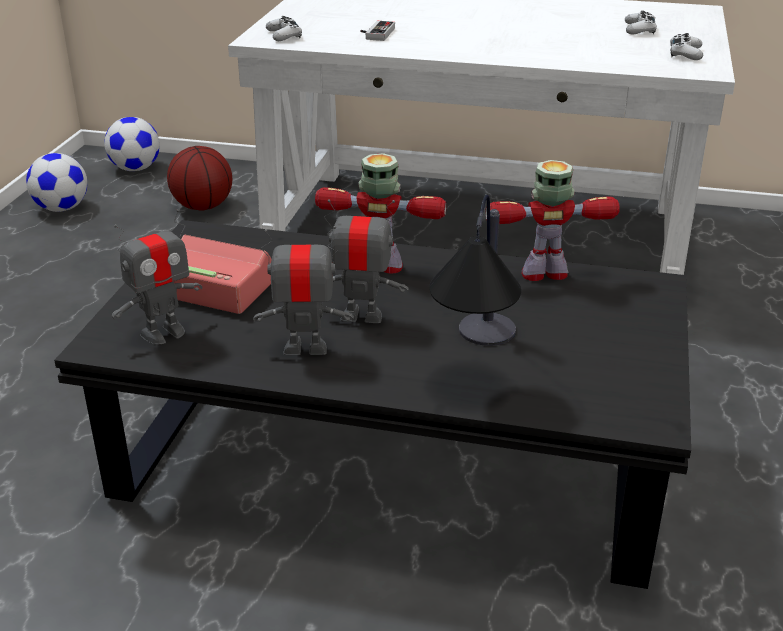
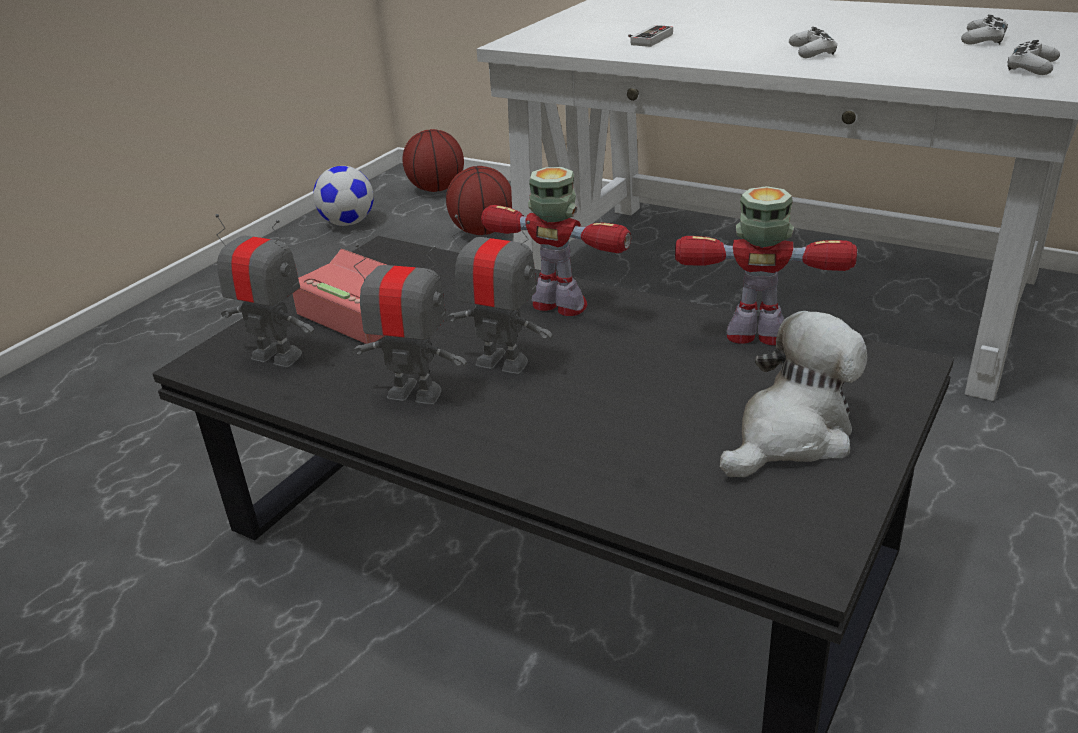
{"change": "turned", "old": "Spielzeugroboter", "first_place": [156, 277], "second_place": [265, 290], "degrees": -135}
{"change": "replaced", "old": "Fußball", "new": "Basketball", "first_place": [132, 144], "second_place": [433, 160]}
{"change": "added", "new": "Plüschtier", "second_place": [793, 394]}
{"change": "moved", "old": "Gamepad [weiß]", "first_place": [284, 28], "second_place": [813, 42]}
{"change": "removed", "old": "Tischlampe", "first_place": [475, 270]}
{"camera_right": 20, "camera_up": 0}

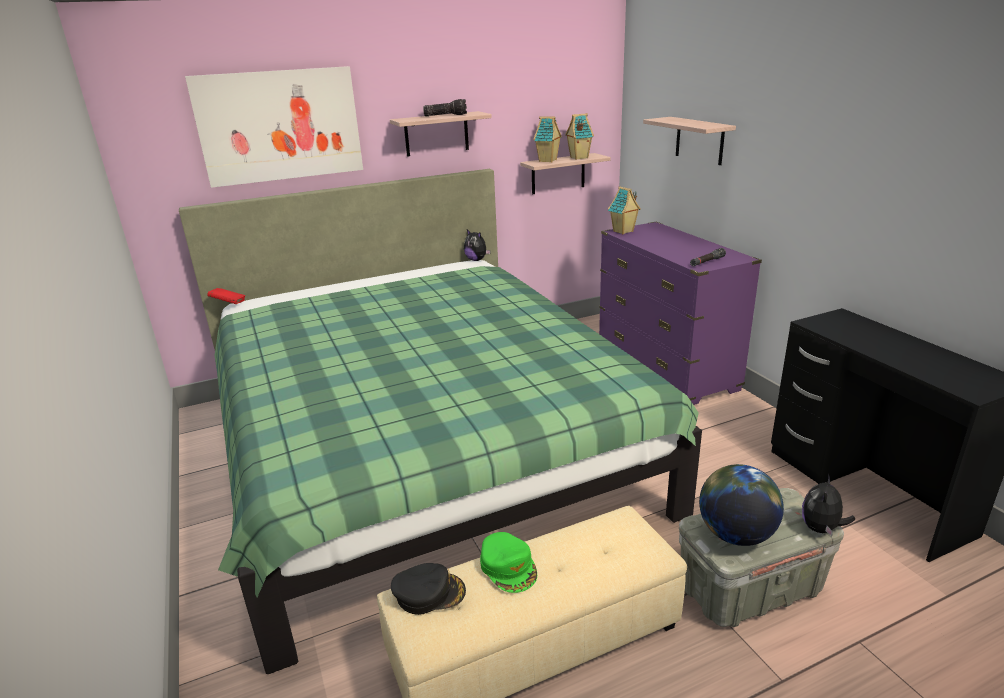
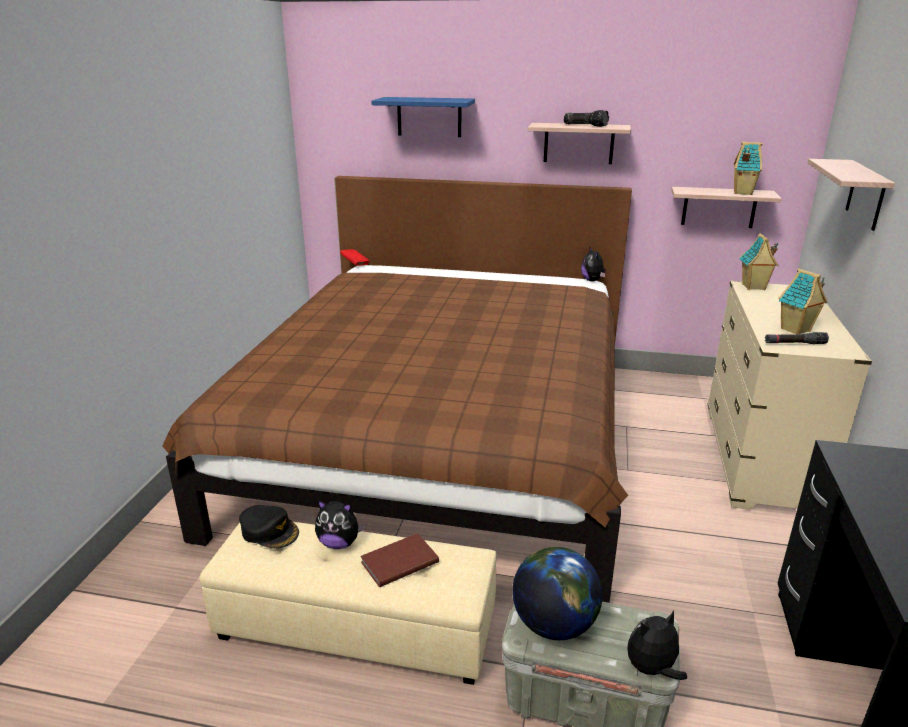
{"change": "recoloured", "old": "Bett [grün]", "new": "Bett [braun]", "first_place": [440, 421], "second_place": [397, 389]}
{"change": "replaced", "old": "Kappe [grün]", "new": "Plüschtier", "first_place": [508, 562], "second_place": [340, 524]}
{"change": "added", "new": "Buch [braun]", "second_place": [399, 560]}
{"change": "replaced", "old": "Bild", "new": "Wandregal [blau]", "first_place": [274, 127], "second_place": [423, 117]}
{"change": "recoloured", "old": "Kommode [lila]", "new": "Kommode [beige]", "first_place": [680, 313], "second_place": [789, 395]}
{"change": "moved", "old": "Spielzeughaus", "first_place": [547, 139], "second_place": [803, 301]}
{"camera_right": 35, "camera_up": 0}

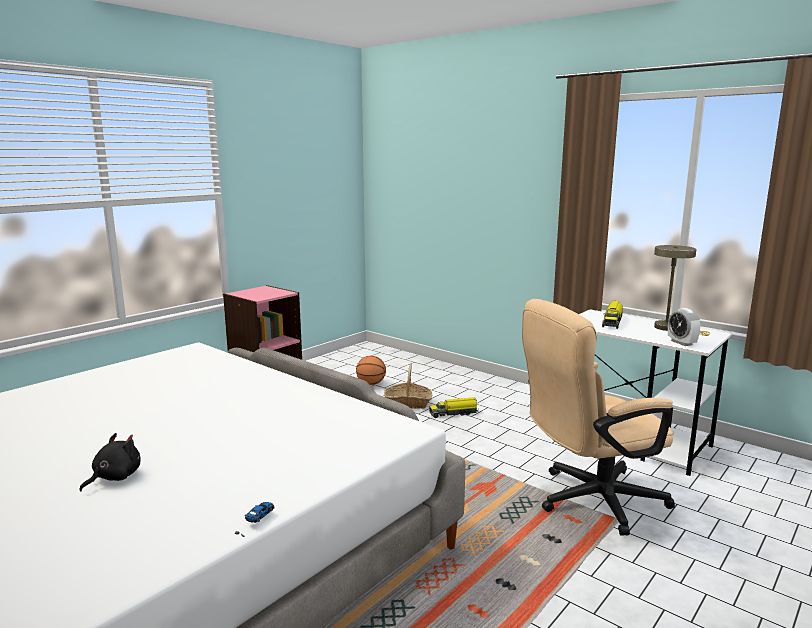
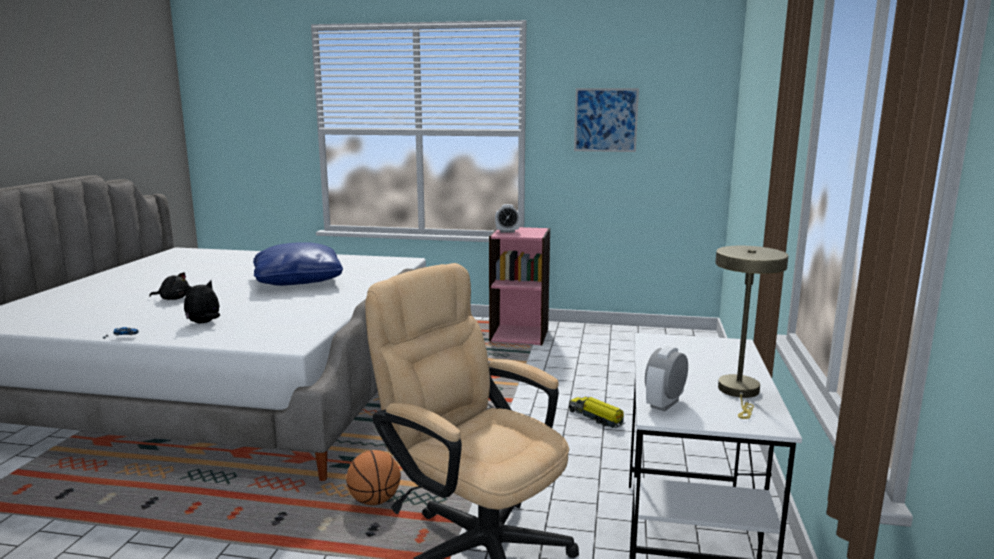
{"change": "added", "new": "Plüschtier", "second_place": [202, 301]}
{"change": "added", "new": "Kissen [blau]", "second_place": [298, 264]}
{"change": "moved", "old": "Basketball", "first_place": [371, 370], "second_place": [373, 477]}
{"change": "added", "new": "Wecker", "second_place": [507, 218]}
{"change": "added", "new": "Bild", "second_place": [606, 120]}
{"change": "removed", "old": "Korb", "first_place": [408, 386]}
{"change": "removed", "old": "Spielzeuglaster", "first_place": [612, 315]}
{"camera_right": 60, "camera_up": 0}

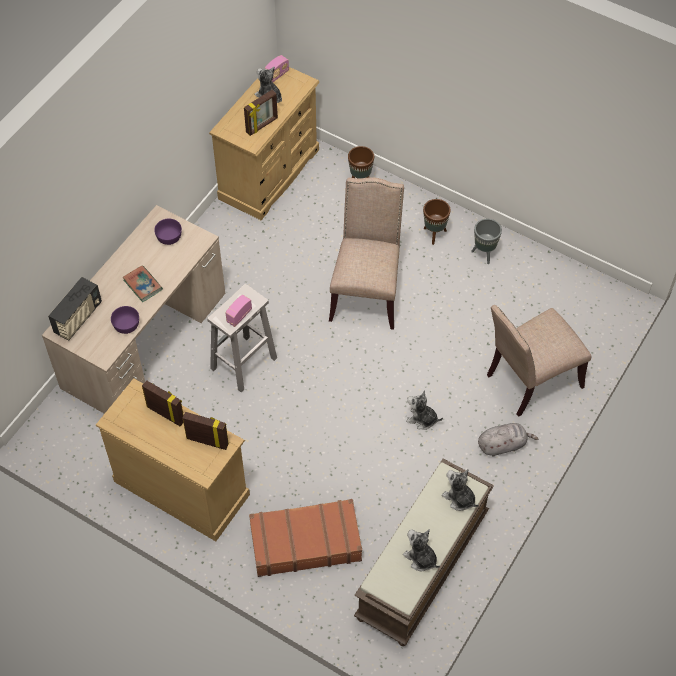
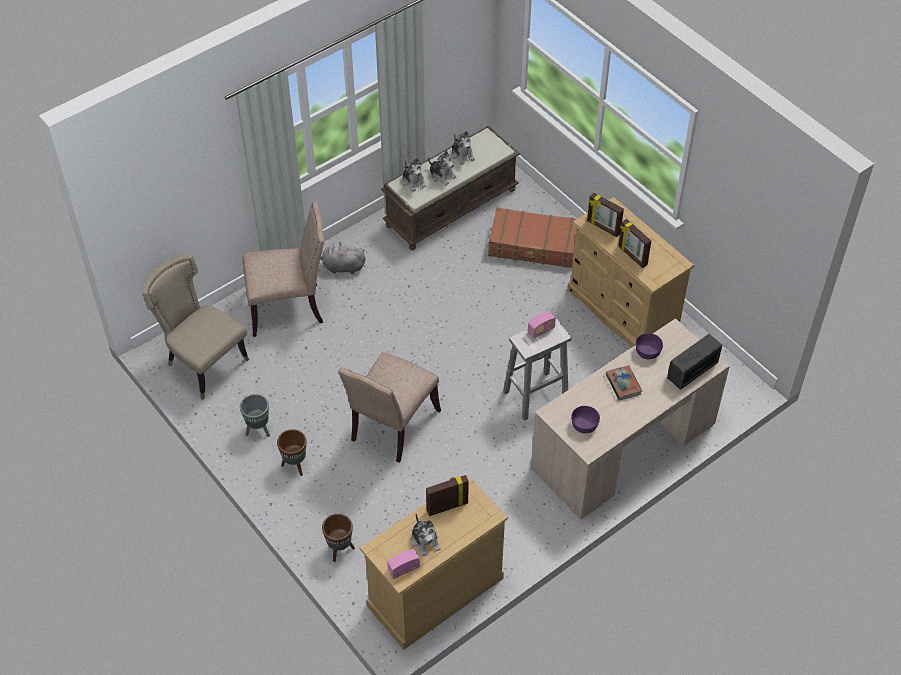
{"change": "added", "new": "Stuhl [beige]", "second_place": [195, 327]}
{"change": "moved", "old": "Plüschtier", "first_place": [424, 410], "second_place": [442, 168]}
{"camera_right": -160, "camera_up": -5}

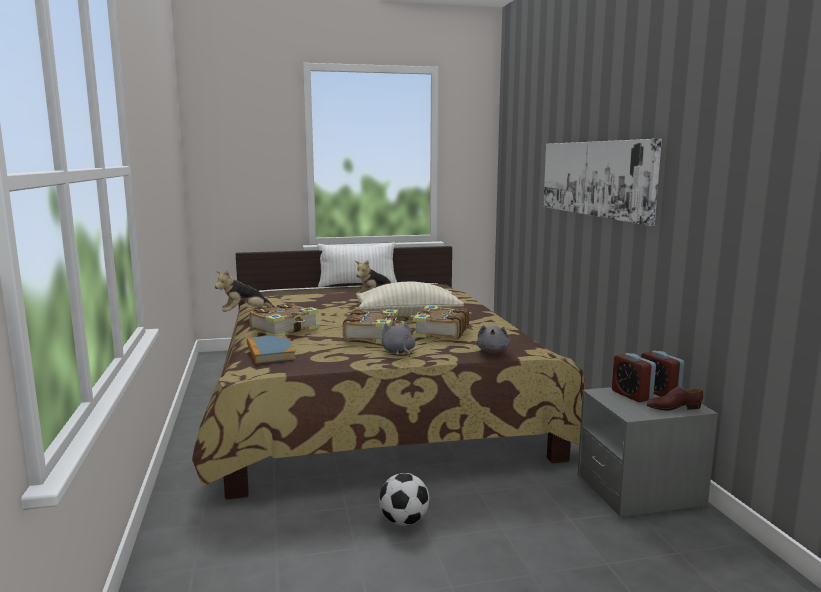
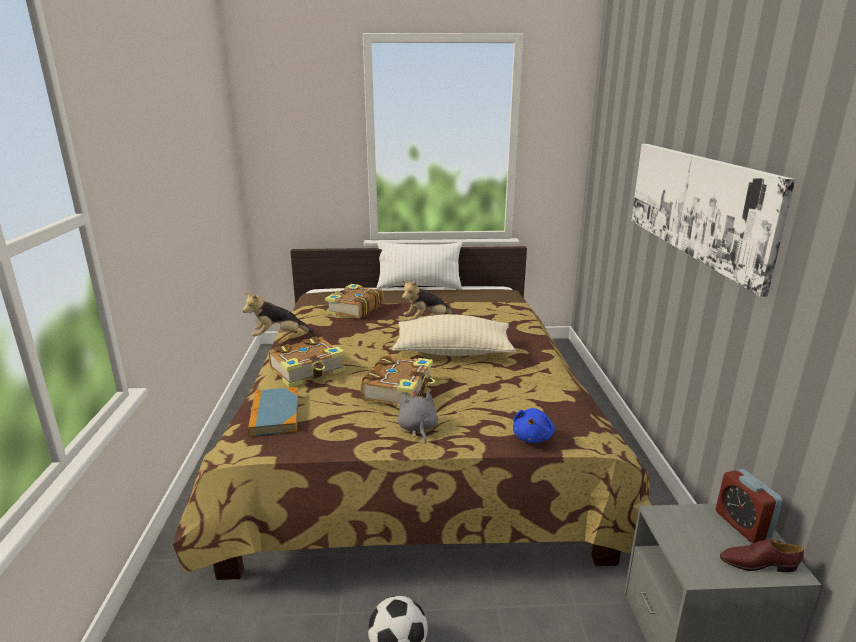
{"change": "moved", "old": "Buch", "first_place": [439, 322], "second_place": [354, 301]}
{"change": "recoloured", "old": "Plüschtier [grau]", "new": "Plüschtier [blau]", "first_place": [494, 339], "second_place": [534, 425]}
{"change": "removed", "old": "Wecker", "first_place": [634, 377]}
{"camera_right": 10, "camera_up": 10}

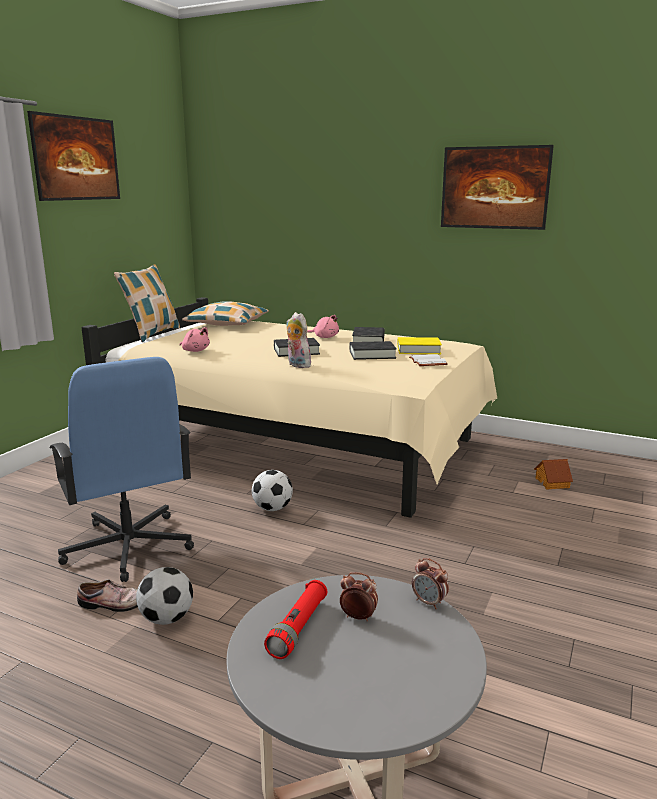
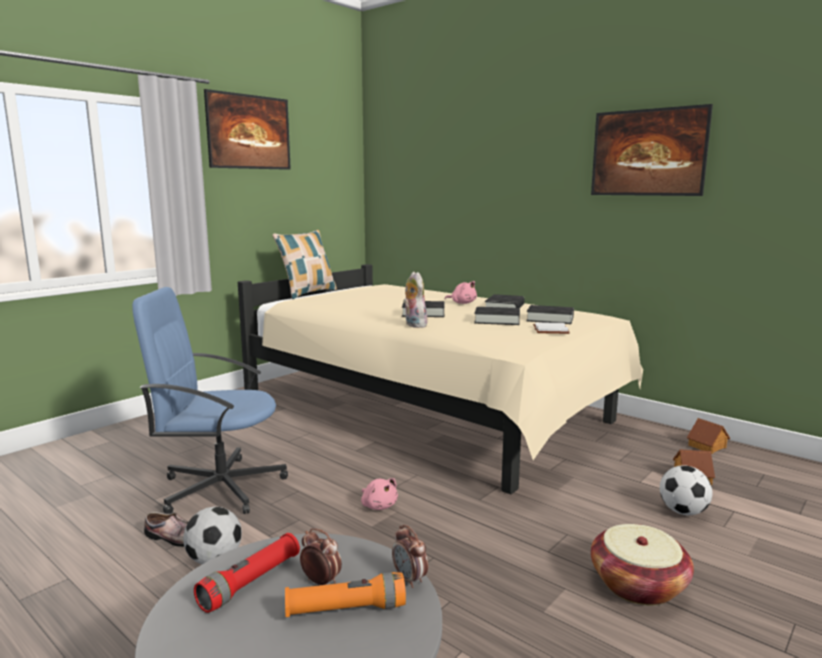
{"change": "turned", "old": "Bürostuhl [blau]", "first_place": [121, 469], "second_place": [210, 400], "degrees": 105}
{"change": "added", "new": "Taschenlampe [orange]", "second_place": [345, 594]}
{"change": "moved", "old": "Plüschtier [rosa]", "first_place": [195, 339], "second_place": [379, 494]}
{"change": "recoloured", "old": "Buch [gelb]", "new": "Buch [schwarz]", "first_place": [419, 345], "second_place": [550, 314]}
{"change": "added", "new": "Korb", "second_place": [642, 565]}
{"change": "moved", "old": "Fußball", "first_place": [272, 490], "second_place": [686, 490]}
{"change": "added", "new": "Spielzeughaus", "second_place": [708, 436]}
{"change": "removed", "old": "Kissen", "first_place": [225, 313]}
{"camera_right": 15, "camera_up": -5}

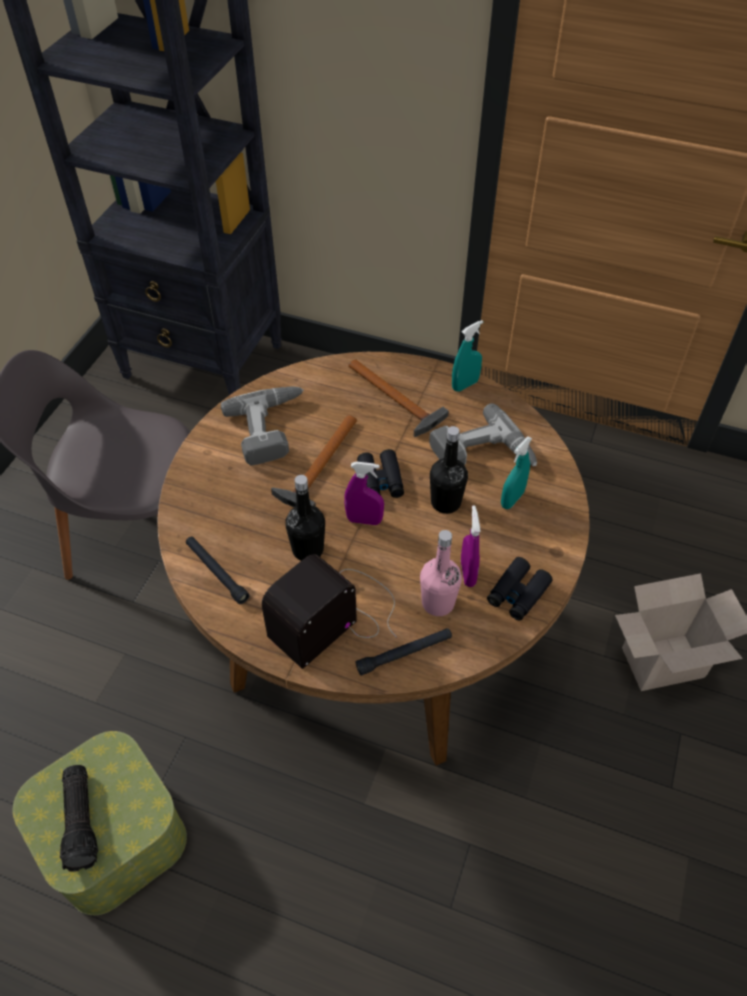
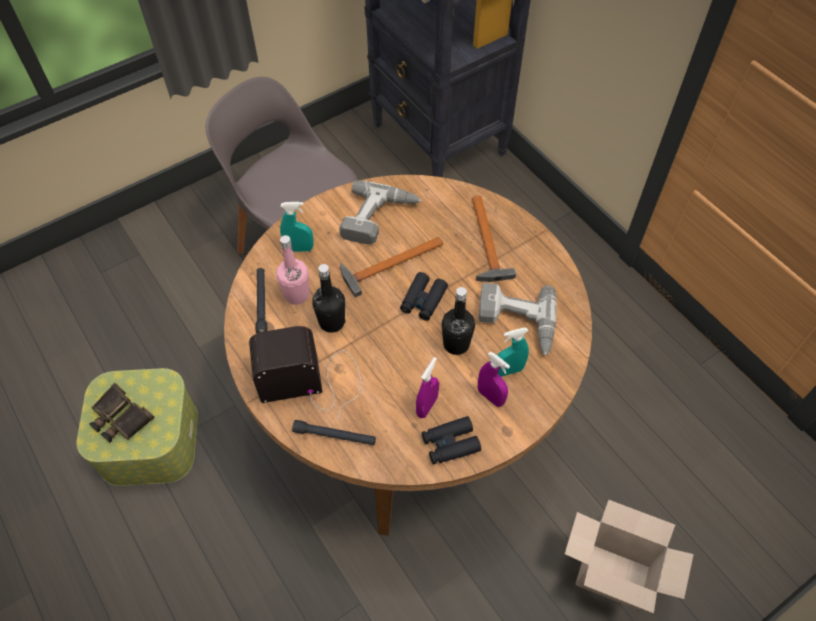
{"change": "replaced", "old": "Taschenlampe", "new": "Fernglas", "first_place": [79, 818], "second_place": [122, 412]}
{"change": "moved", "old": "Flasche [rosa]", "first_place": [441, 573], "second_place": [293, 270]}
{"change": "moved", "old": "Sprühflasche [türkis]", "first_place": [467, 356], "second_place": [297, 227]}
{"change": "moved", "old": "Sprühflasche [lila]", "first_place": [364, 493], "second_place": [494, 379]}
{"camera_right": 35, "camera_up": 5}

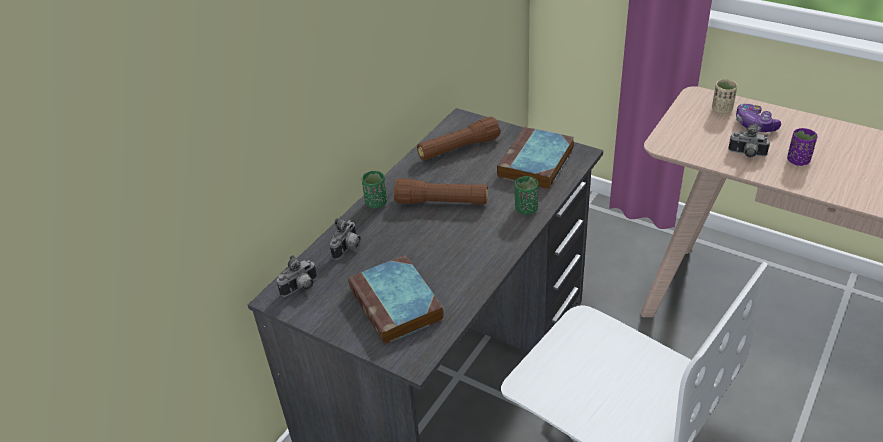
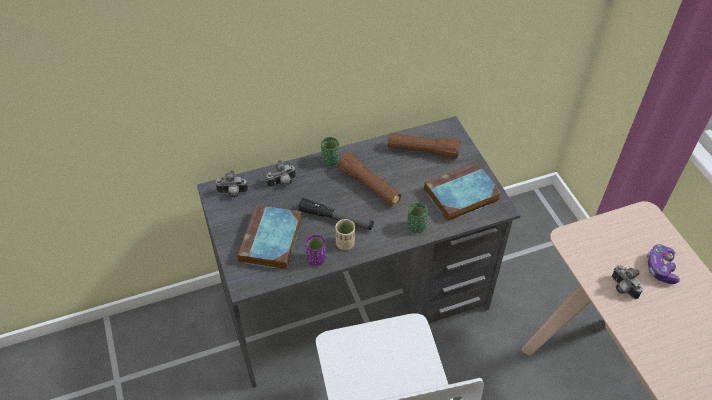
{"change": "added", "new": "Taschenlampe", "second_place": [336, 214]}
{"change": "moved", "old": "Tasse [lila]", "first_place": [802, 147], "second_place": [315, 250]}
{"change": "moved", "old": "Tasse [beige]", "first_place": [725, 96], "second_place": [345, 234]}
{"camera_right": 35, "camera_up": 10}

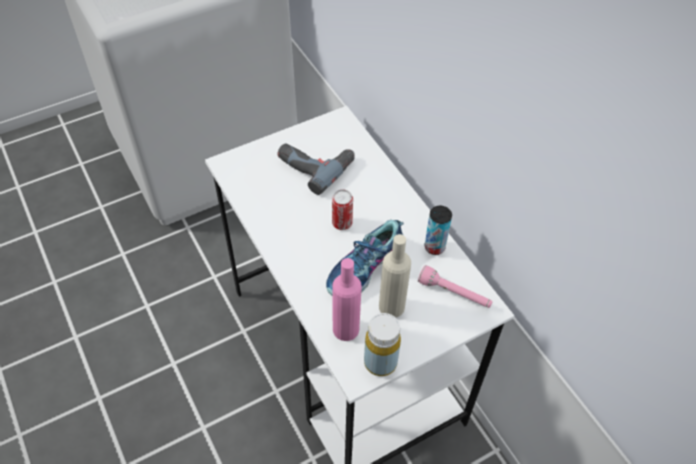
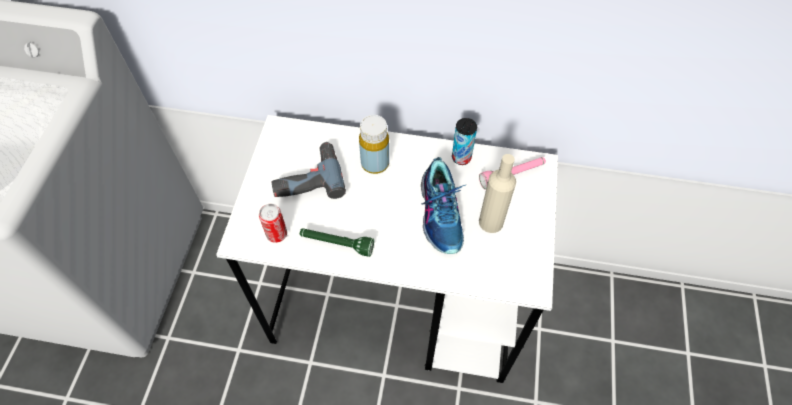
{"change": "moved", "old": "Dose", "first_place": [342, 209], "second_place": [273, 223]}
{"change": "added", "new": "Taschenlampe [grün]", "second_place": [337, 242]}
{"change": "moved", "old": "Flasche [gelb]", "first_place": [382, 344], "second_place": [374, 144]}
{"change": "removed", "old": "Flasche [rosa]", "first_place": [347, 299]}
{"camera_right": -50, "camera_up": 5}

